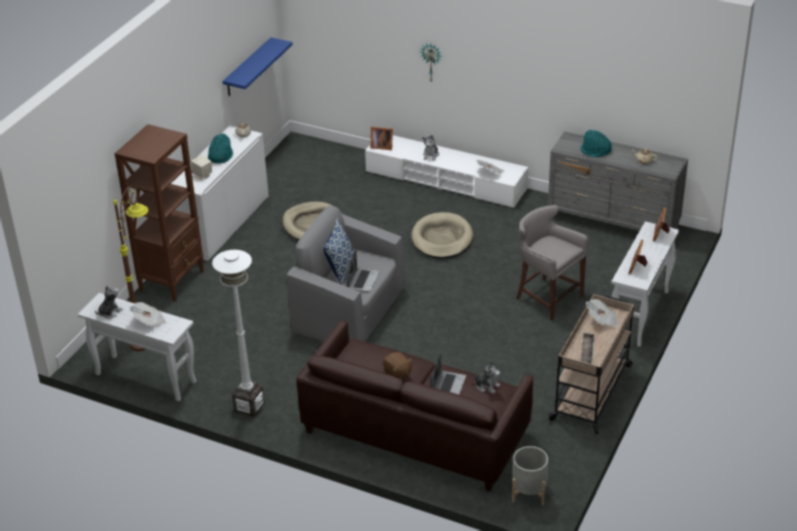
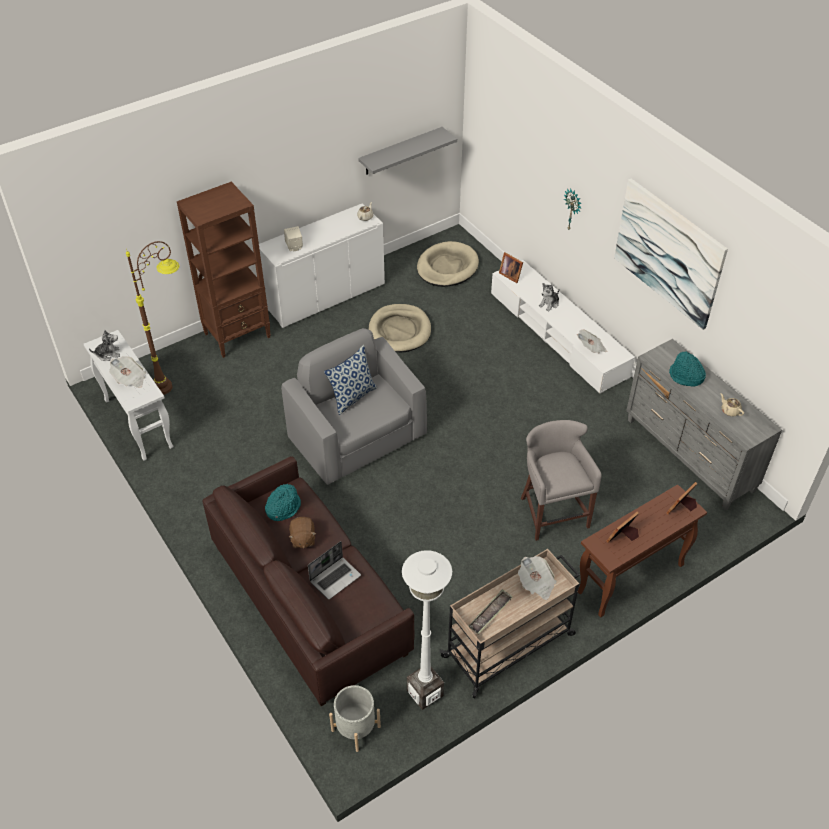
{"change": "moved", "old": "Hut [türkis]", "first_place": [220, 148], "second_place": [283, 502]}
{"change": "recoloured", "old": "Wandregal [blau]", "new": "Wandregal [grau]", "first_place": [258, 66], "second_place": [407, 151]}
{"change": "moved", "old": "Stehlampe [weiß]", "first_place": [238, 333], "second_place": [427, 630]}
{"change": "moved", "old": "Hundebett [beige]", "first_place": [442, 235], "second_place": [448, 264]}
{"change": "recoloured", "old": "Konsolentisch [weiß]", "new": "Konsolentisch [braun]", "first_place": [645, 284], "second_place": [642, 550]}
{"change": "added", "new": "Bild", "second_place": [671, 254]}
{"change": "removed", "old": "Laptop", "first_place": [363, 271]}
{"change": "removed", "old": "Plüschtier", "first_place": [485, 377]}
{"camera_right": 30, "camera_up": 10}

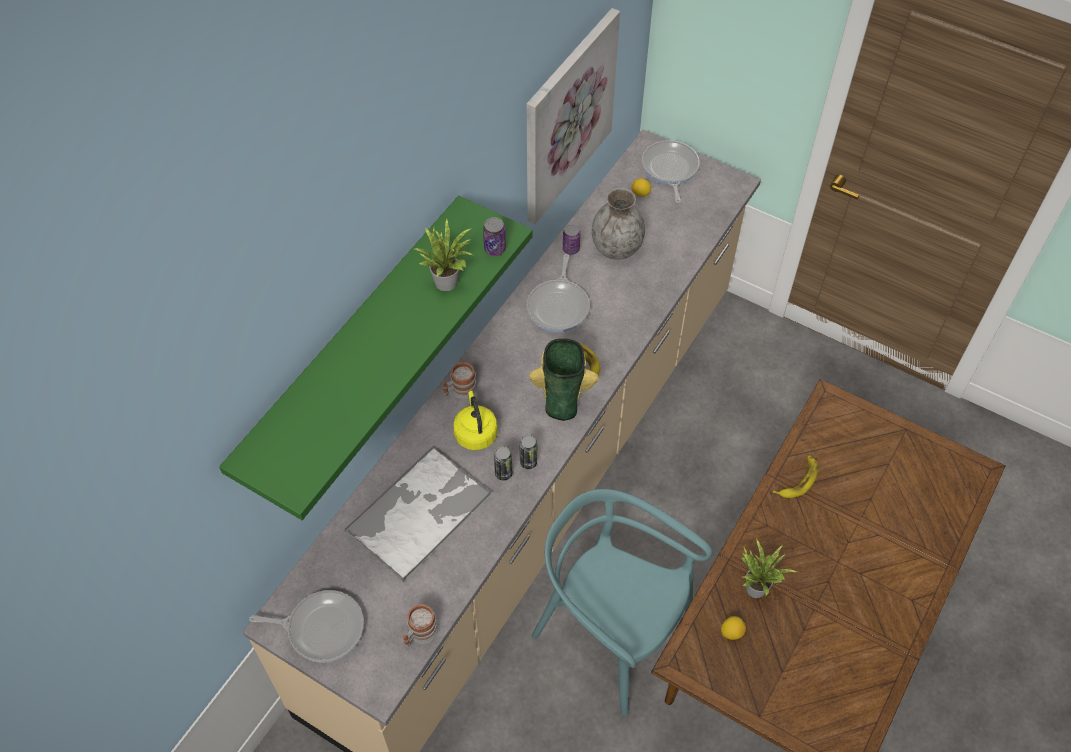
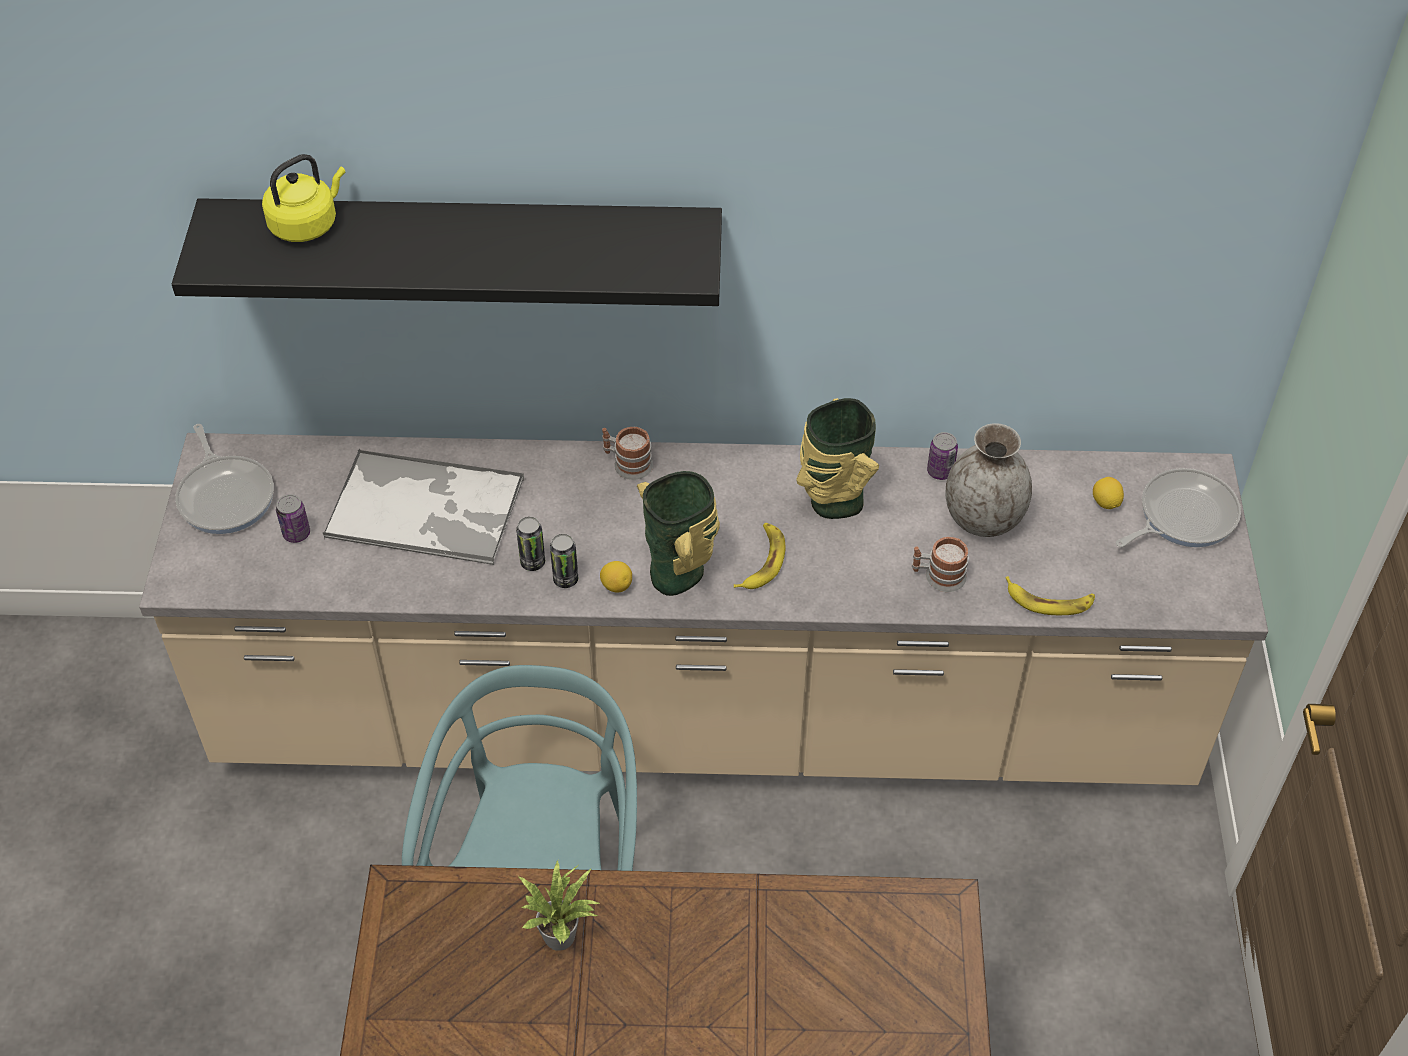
{"change": "recoloured", "old": "Wandregal [grün]", "new": "Wandregal [schwarz]", "first_place": [376, 357], "second_place": [447, 252]}
{"change": "moved", "old": "Wasserkessel [gelb]", "first_place": [475, 420], "second_place": [303, 198]}
{"change": "moved", "old": "Dose", "first_place": [494, 236], "second_place": [293, 518]}
{"change": "moved", "old": "Zitrone", "first_place": [733, 628], "second_place": [616, 577]}
{"change": "replaced", "old": "Pfanne", "new": "Vase", "first_place": [558, 293], "second_place": [837, 458]}
{"change": "moved", "old": "Henkelbecher", "first_place": [420, 625], "second_place": [940, 564]}
{"change": "moved", "old": "Banane", "first_place": [796, 476], "second_place": [1050, 595]}
{"change": "removed", "old": "Topfpflanze", "first_place": [443, 254]}
{"change": "removed", "old": "Bild", "first_place": [573, 116]}
{"camera_right": 60, "camera_up": -5}

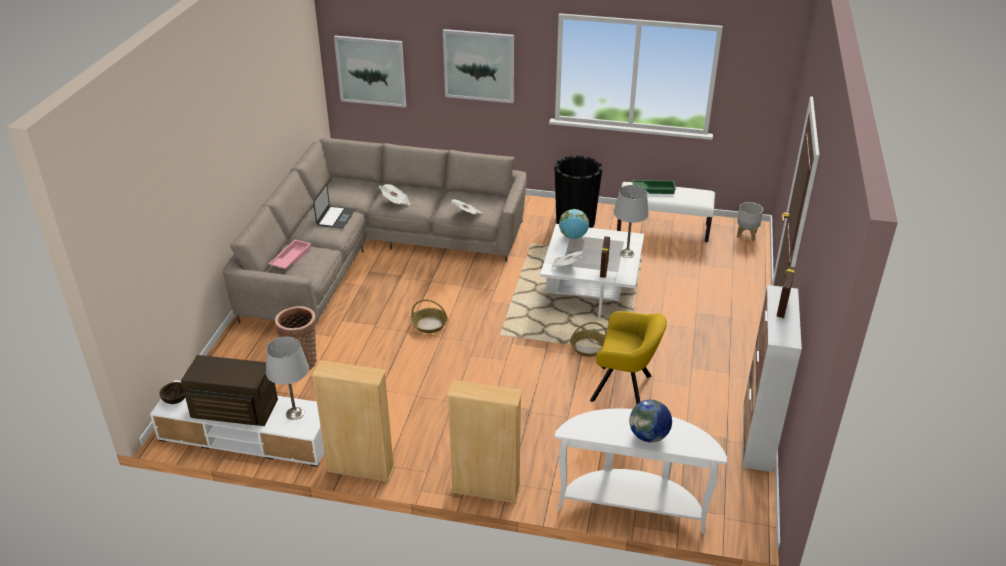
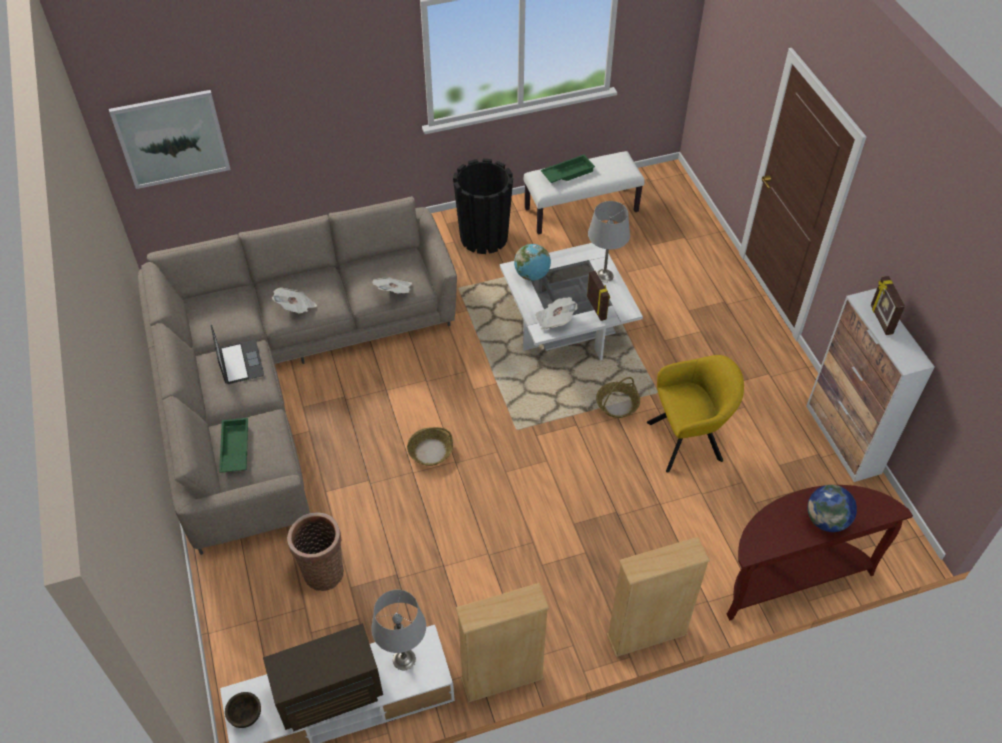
{"change": "recoloured", "old": "Tablett [rosa]", "new": "Tablett [grün]", "first_place": [290, 254], "second_place": [233, 445]}
{"change": "recoloured", "old": "Konsolentisch [weiß]", "new": "Konsolentisch [braun]", "first_place": [640, 471], "second_place": [819, 553]}
{"change": "removed", "old": "Bild", "first_place": [478, 66]}
{"change": "removed", "old": "Pflanzkübel [grau]", "first_place": [750, 221]}
{"camera_right": -30, "camera_up": 15}

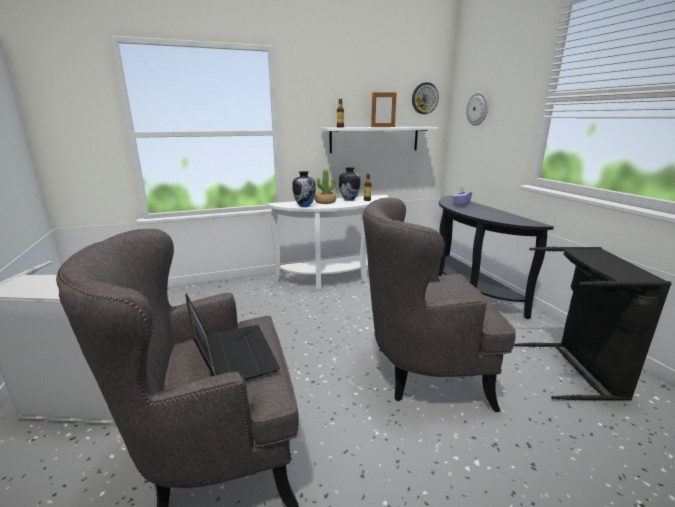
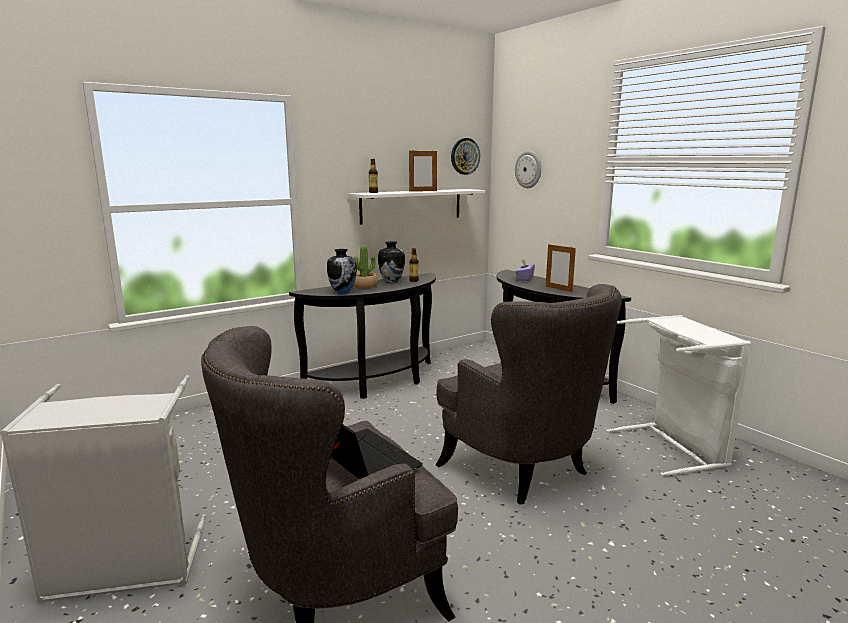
{"change": "recoloured", "old": "Konsolentisch [weiß]", "new": "Konsolentisch [schwarz]", "first_place": [327, 242], "second_place": [362, 336]}
{"change": "turned", "old": "Sessel [grau]", "first_place": [439, 305], "second_place": [528, 394], "degrees": -105}
{"change": "added", "new": "Bilderrahmen", "second_place": [561, 267]}
{"change": "recoloured", "old": "Wäschekorb [schwarz]", "new": "Wäschekorb [weiß]", "first_place": [593, 324], "second_place": [679, 395]}
{"camera_right": -15, "camera_up": -5}

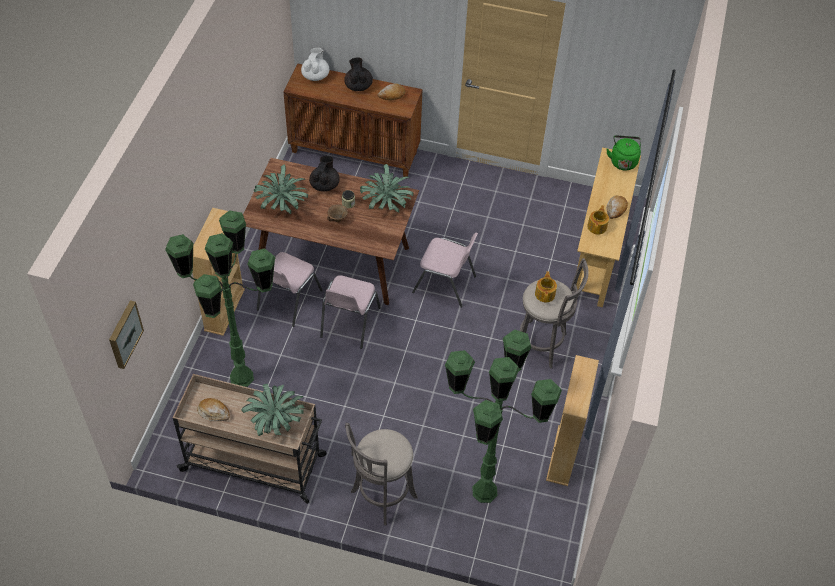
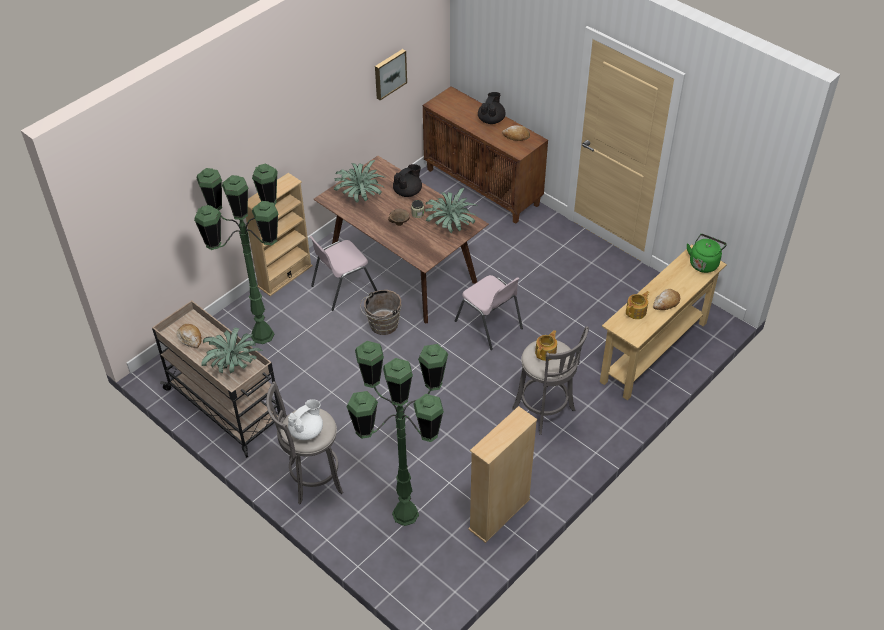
{"change": "moved", "old": "Teekanne [weiß]", "first_place": [315, 64], "second_place": [305, 419]}
{"change": "replaced", "old": "Stuhl [rosa]", "new": "Eimer [braun]", "first_place": [350, 312], "second_place": [380, 312]}
{"change": "moved", "old": "Bild", "first_place": [126, 334], "second_place": [391, 74]}
{"camera_right": 30, "camera_up": -5}

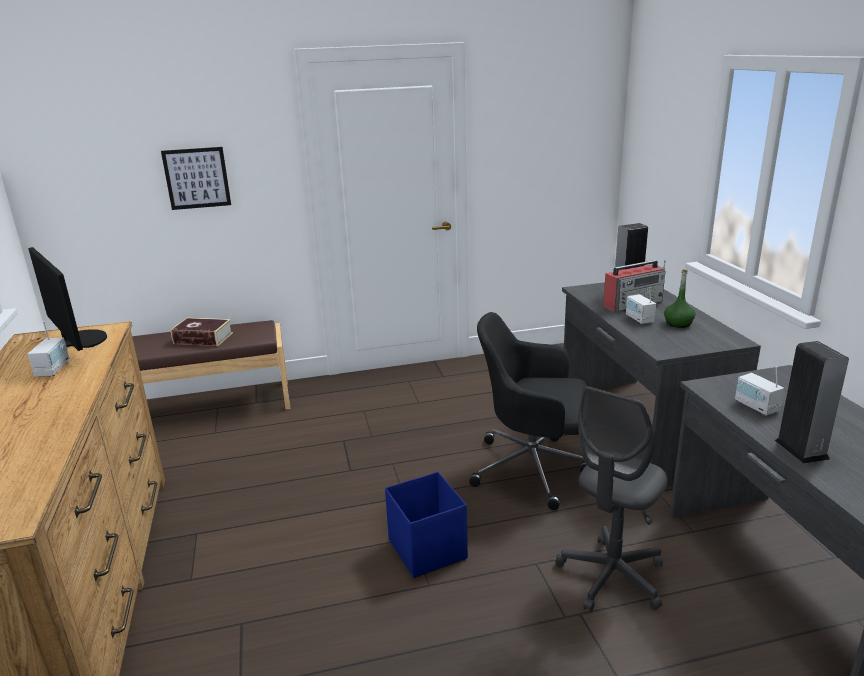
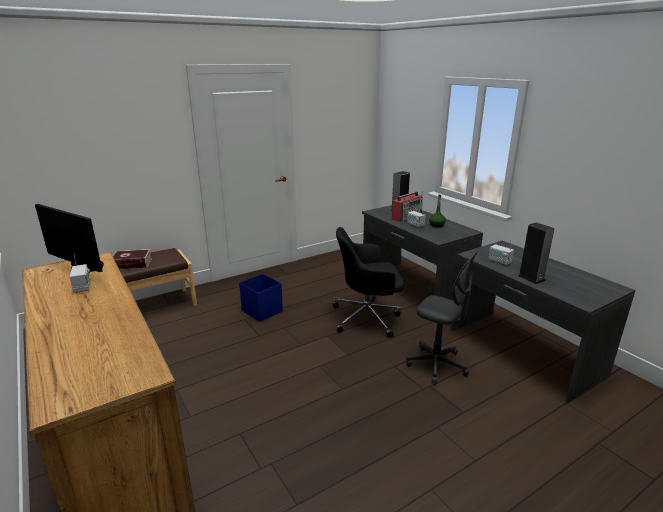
{"change": "moved", "old": "Aufbewahrungsbox [blau]", "first_place": [426, 525], "second_place": [261, 298]}
{"change": "turned", "old": "Bürostuhl [grau]", "first_place": [611, 499], "second_place": [442, 317], "degrees": -75}
{"change": "removed", "old": "Bild", "first_place": [196, 178]}
{"camera_right": -20, "camera_up": 0}

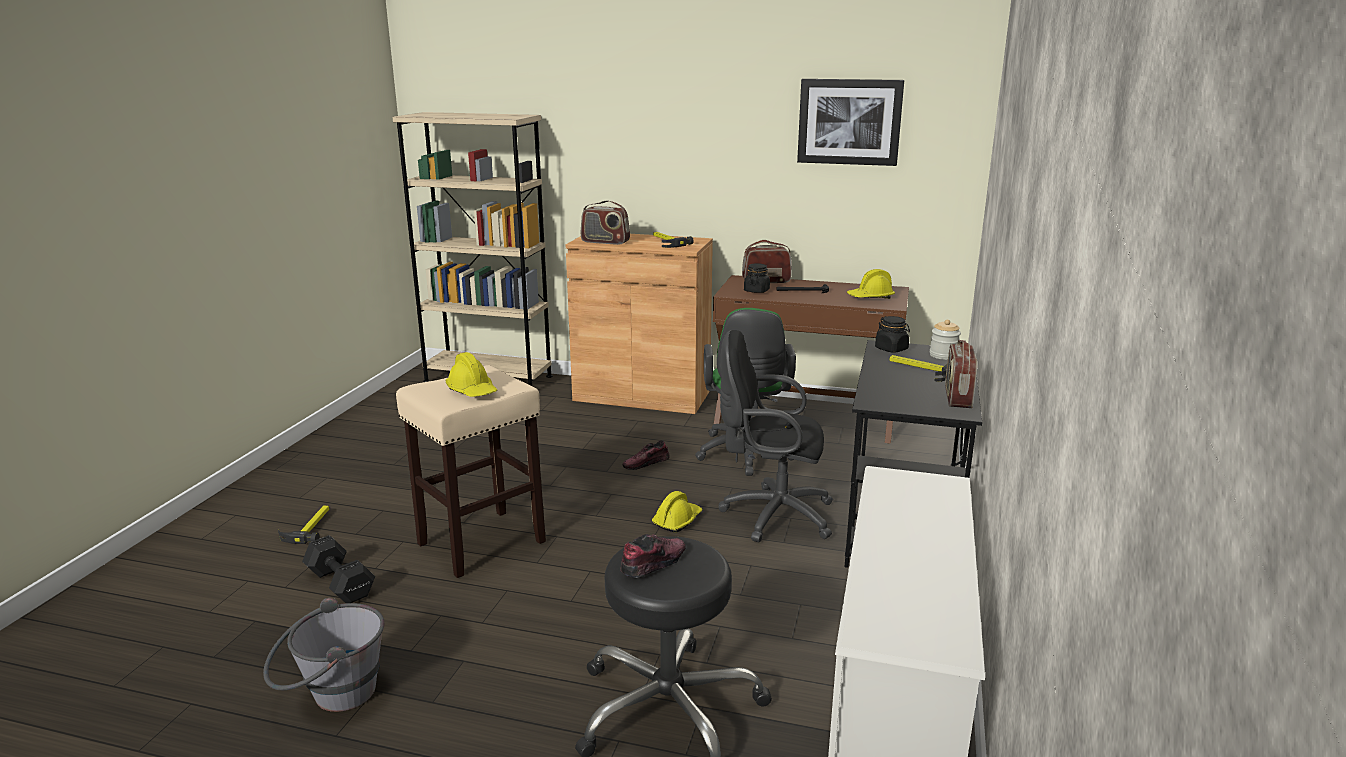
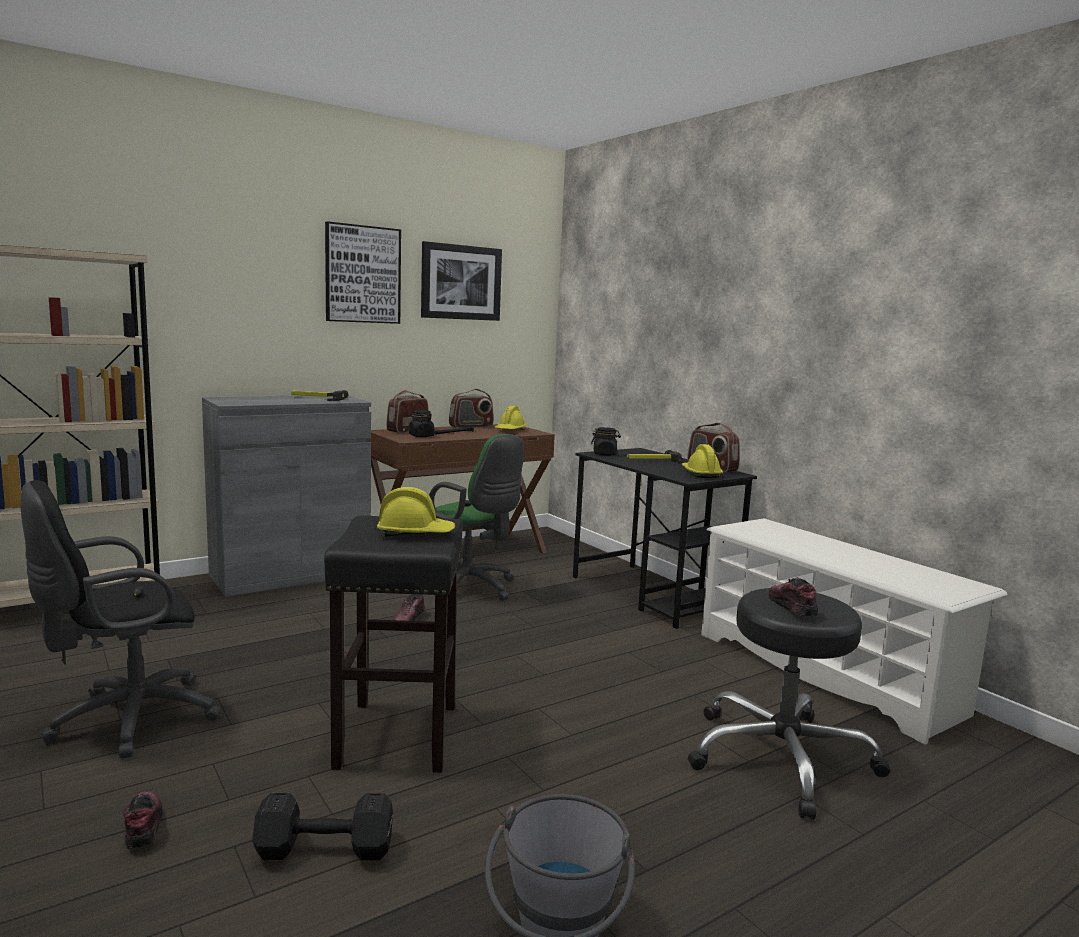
{"change": "moved", "old": "Bürostuhl [schwarz]", "first_place": [775, 436], "second_place": [121, 619]}
{"change": "replaced", "old": "Hammer", "new": "Schuh", "first_place": [303, 525], "second_place": [143, 820]}
{"change": "recoloured", "old": "Schrank [braun]", "new": "Schrank [grau]", "first_place": [639, 324], "second_place": [286, 496]}
{"change": "recoloured", "old": "Hocker [beige]", "new": "Hocker [schwarz]", "first_place": [471, 471], "second_place": [393, 644]}
{"change": "added", "new": "Bild", "second_place": [363, 272]}
{"change": "moved", "old": "Radio", "first_place": [605, 222], "second_place": [471, 408]}
{"change": "moved", "old": "Schutzhelm [gelb]", "first_place": [677, 511], "second_place": [702, 461]}
{"change": "removed", "old": "Vorratsglas", "first_place": [945, 339]}
{"camera_right": -50, "camera_up": -10}

